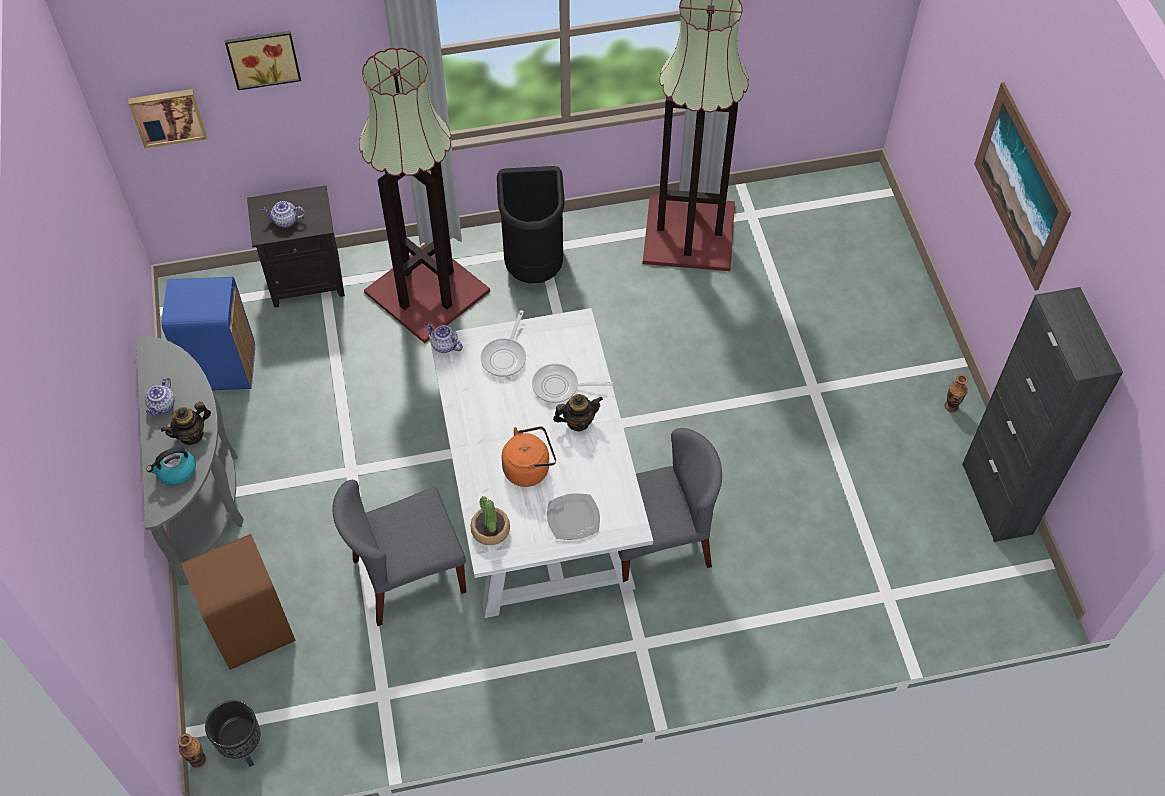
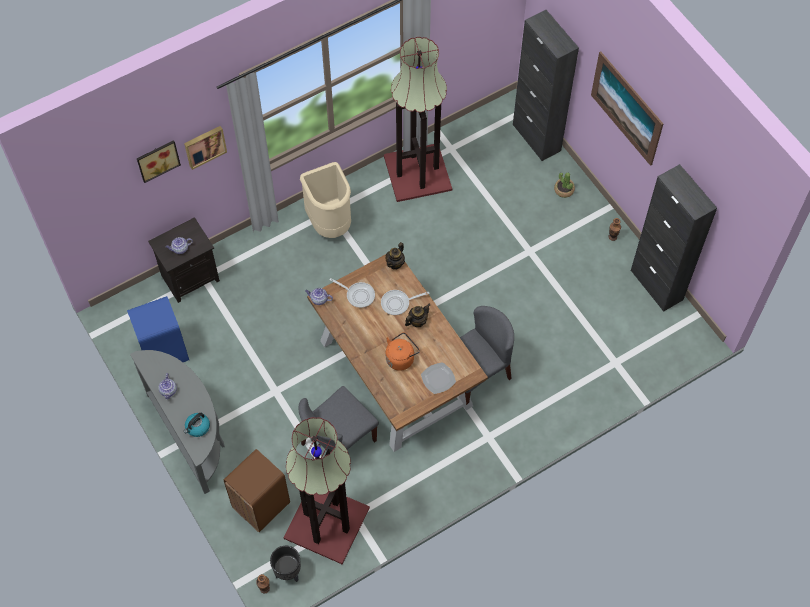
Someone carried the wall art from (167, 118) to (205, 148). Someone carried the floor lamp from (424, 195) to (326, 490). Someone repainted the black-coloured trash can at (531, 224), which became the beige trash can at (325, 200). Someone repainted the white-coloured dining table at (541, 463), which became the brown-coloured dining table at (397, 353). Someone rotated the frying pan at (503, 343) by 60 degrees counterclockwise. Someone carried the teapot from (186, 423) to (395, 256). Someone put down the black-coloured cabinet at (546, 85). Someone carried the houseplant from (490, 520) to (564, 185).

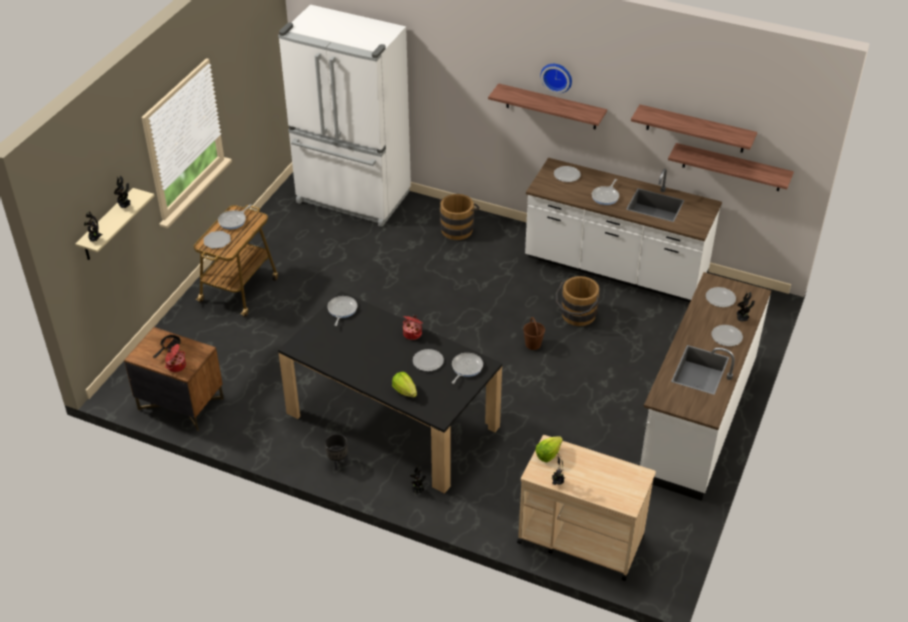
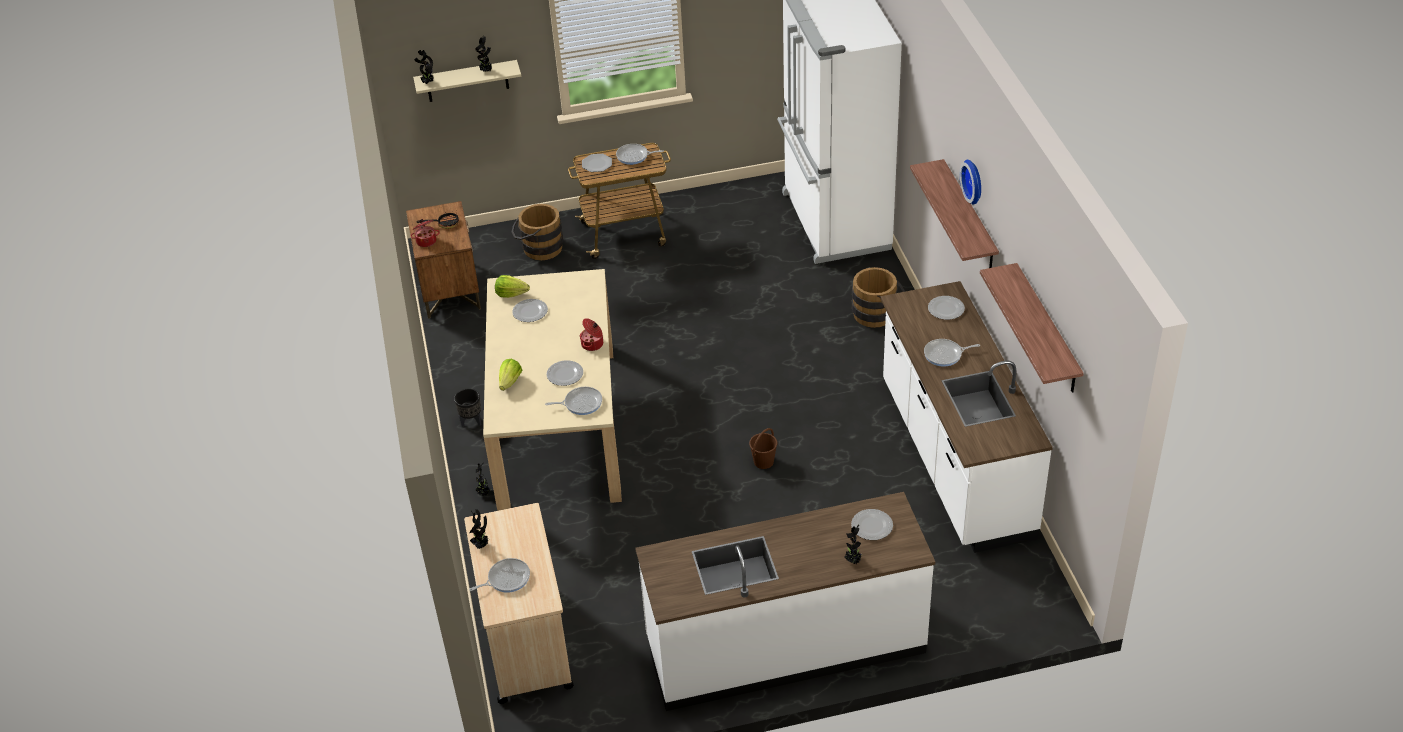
Someone carried the frying pan from (342, 311) to (499, 575). Someone repainted the black-coloured dining table at (390, 392), which became the beige dining table at (552, 390). Someone carried the lettuce head from (549, 449) to (512, 286). Someone carried the brown-coloured water bucket from (578, 301) to (537, 232). Someone carried the dinner plate from (727, 335) to (530, 310). Someone took away the bracket shelf at (731, 167).

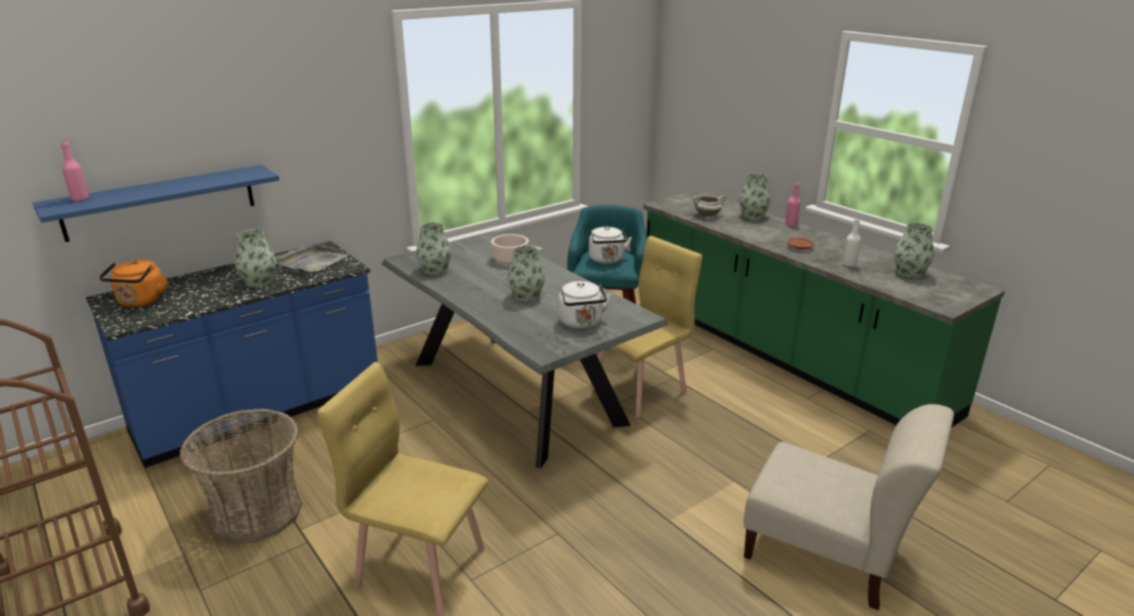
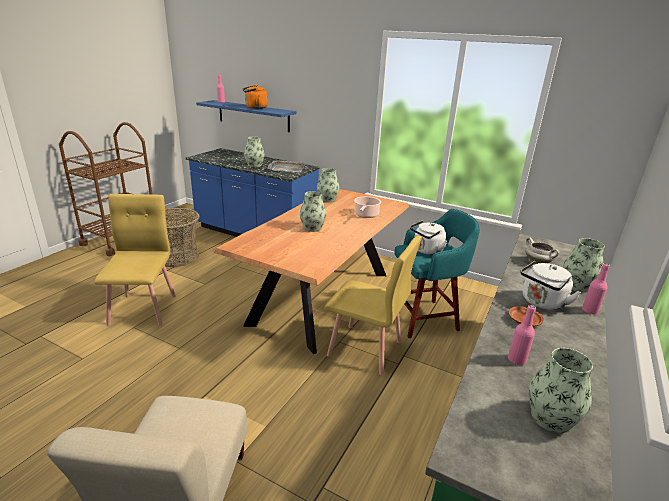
Someone repainted the gray dining table at (525, 350), which became the brown-coloured dining table at (311, 271). Someone carried the orangey tea kettle from (133, 283) to (255, 97). Someone repainted the white-coloured beverage bottle at (851, 242), which became the pink beverage bottle at (522, 335). Someone carried the white-coloured tea kettle from (585, 305) to (550, 285).

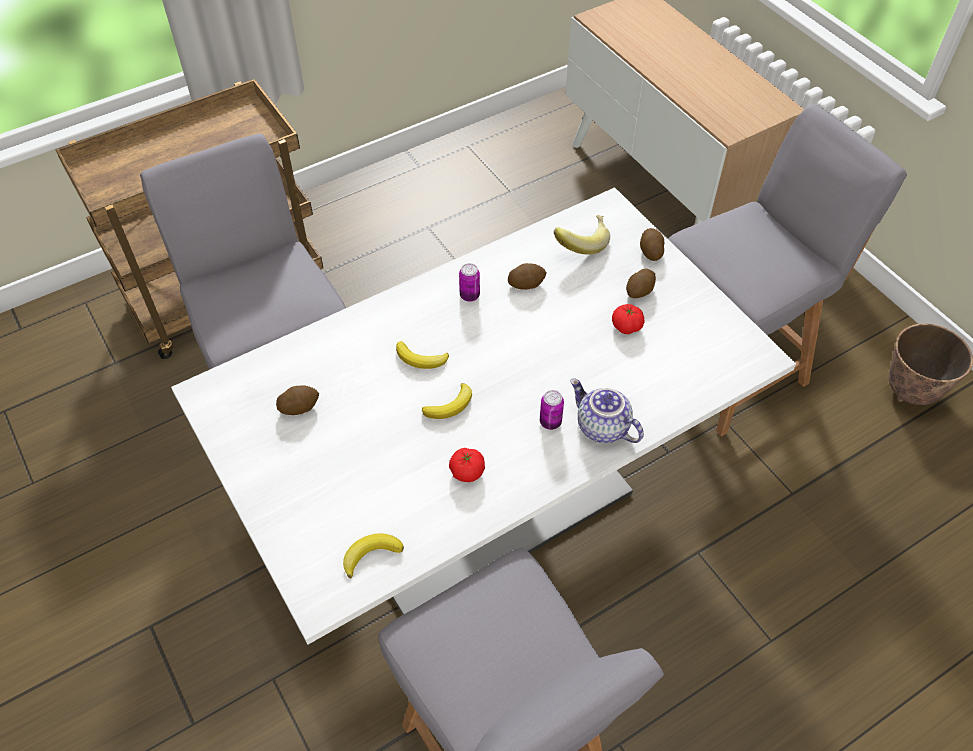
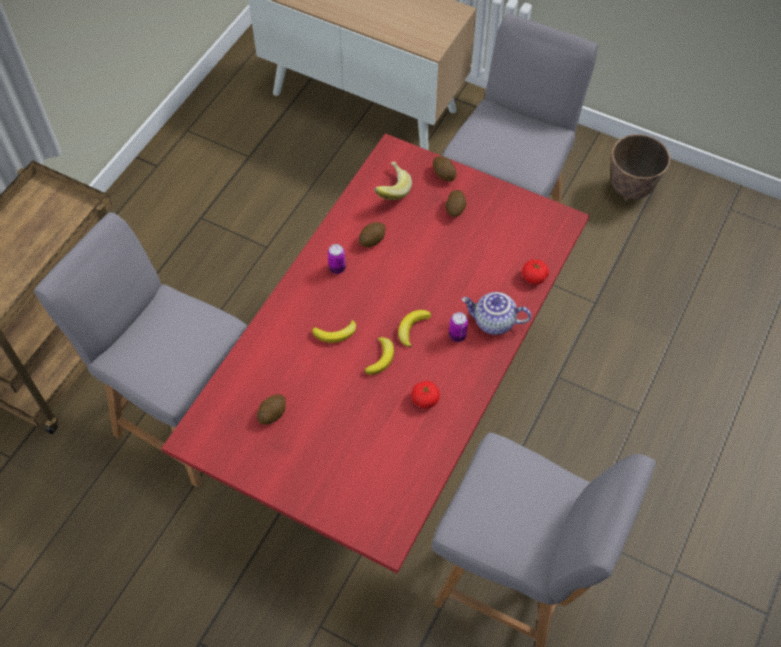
Someone repainted the white-coloured dining table at (483, 416), which became the red-coloured dining table at (375, 353). Someone carried the banana from (373, 555) to (414, 329). Someone carried the whole tomato from (628, 319) to (535, 272).

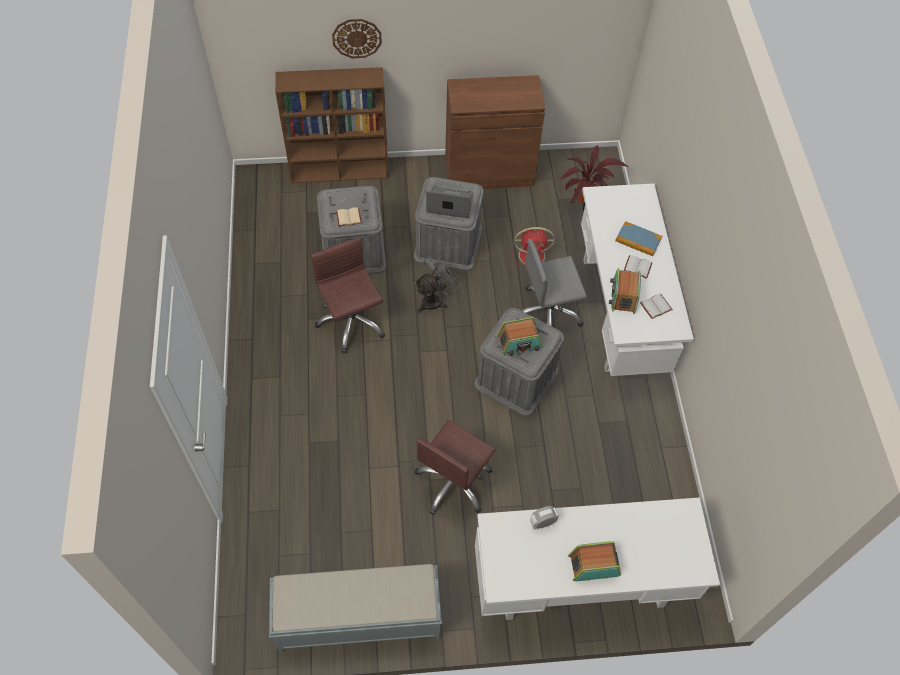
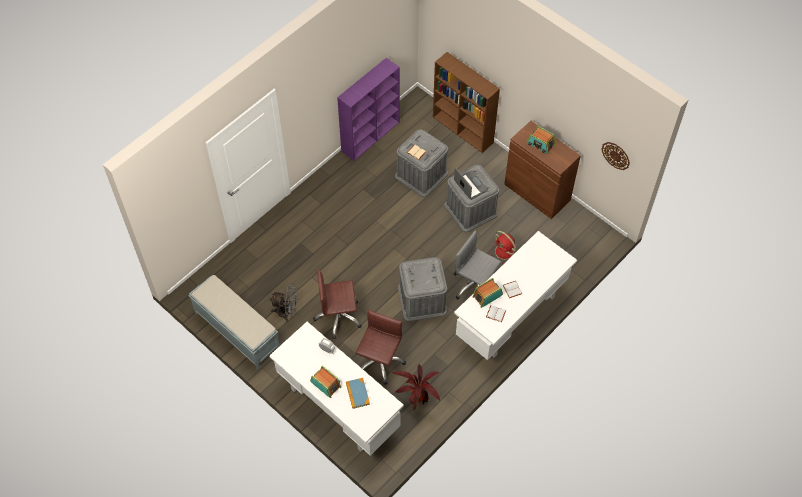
Someone carried the gray electric fan from (437, 283) to (284, 303). Someone put down the purplish shelving unit at (368, 109). Someone carried the volume from (638, 238) to (358, 393). Someone carried the brown-coloured desk chair from (348, 295) to (380, 347). Someone carried the houseplant from (594, 177) to (416, 386). Someone carried the radio from (520, 336) to (540, 140). Someone carried the hanging clock from (357, 38) to (615, 156).

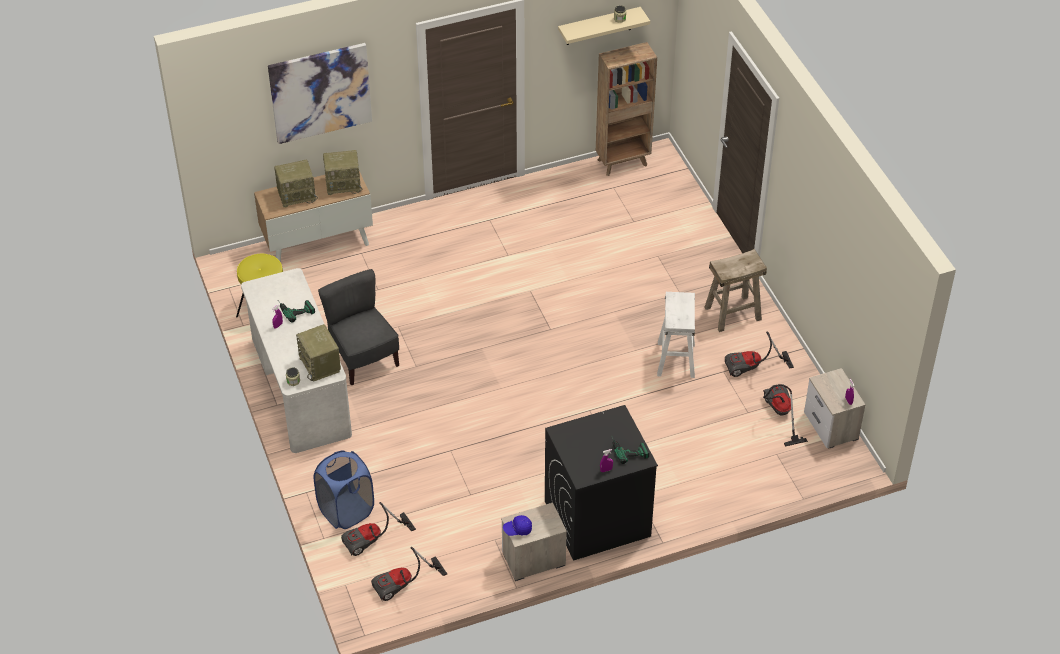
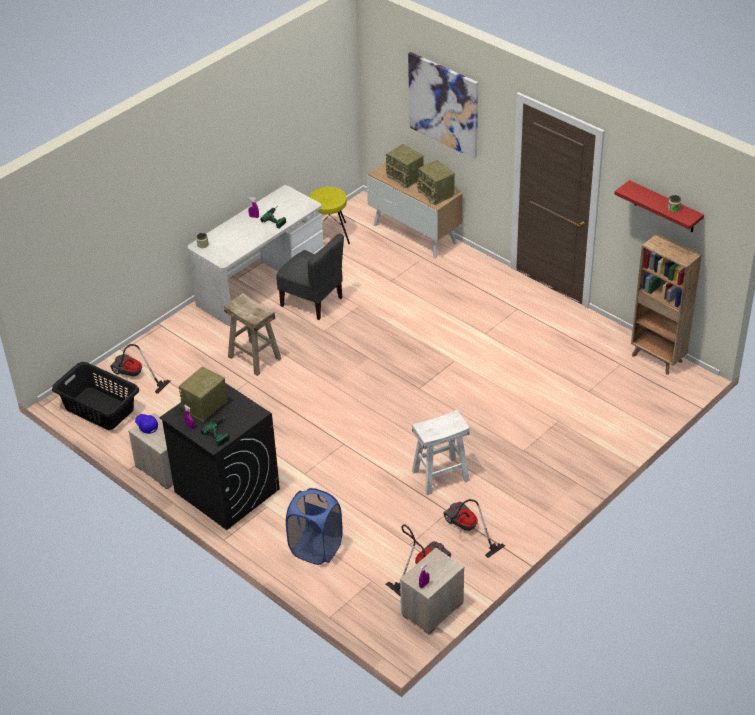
Someone swapped the vacuum at (409, 574) for the black-coloured washing basket at (95, 396). Someone carried the radio from (318, 353) to (203, 394). Someone carried the beige sitting stool from (735, 290) to (252, 334). Someone rotated the gray chair at (358, 327) by 90 degrees clockwise. Someone carried the bluish washing basket from (344, 490) to (314, 526). Someone repainted the beige bracket shelf at (604, 26), which became the red-coloured bracket shelf at (659, 206).

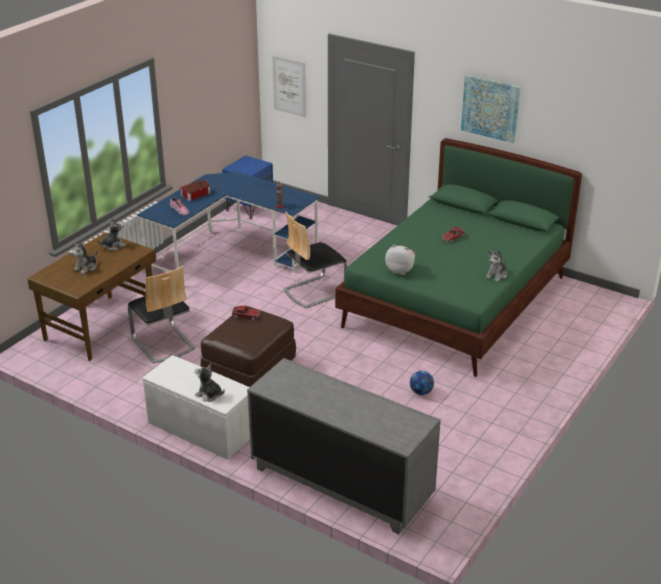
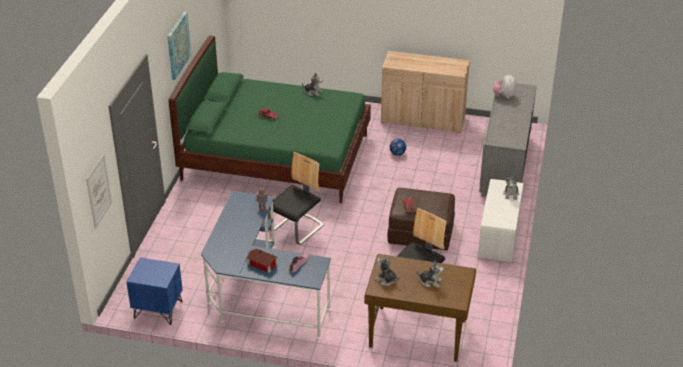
Someone rotated the chair at (315, 260) by 90 degrees counterclockwise. Someone put down the beige cabinet at (425, 92). Someone carried the cuddly toy from (400, 260) to (504, 85).

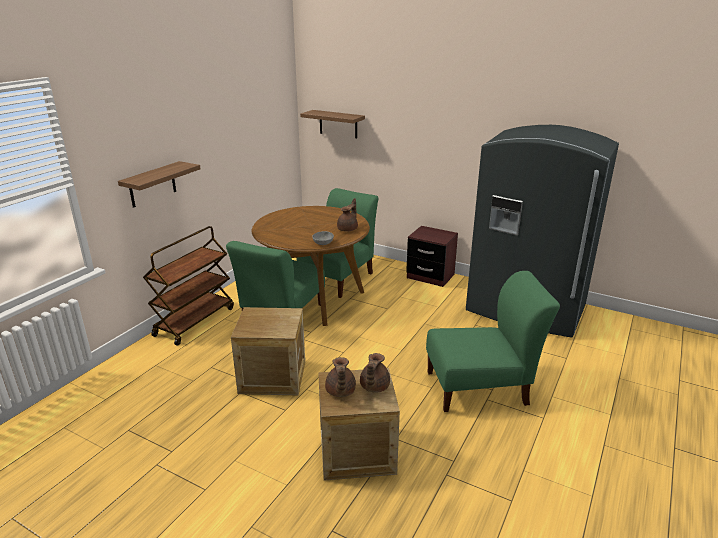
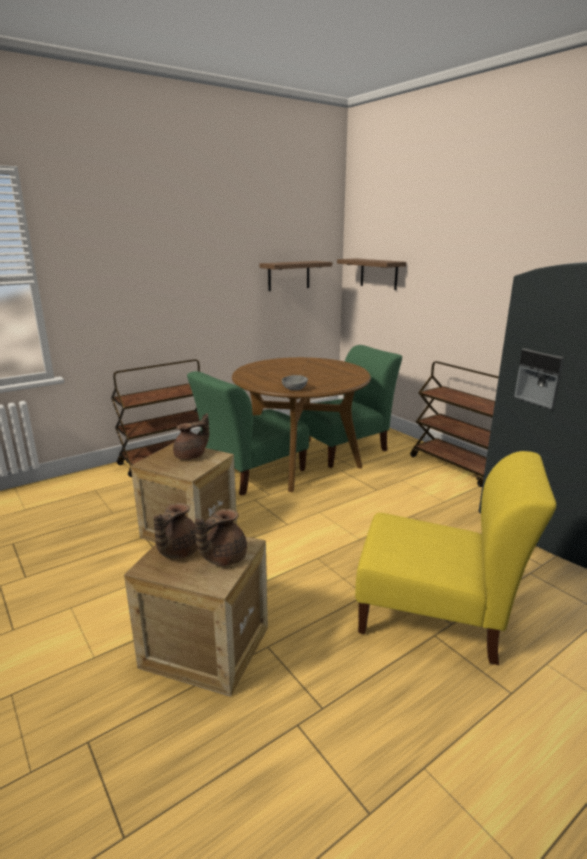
Someone carried the brown-coloured teapot from (347, 214) to (191, 436). Someone carried the bracket shelf from (159, 184) to (295, 276). Someone repainted the green-coloured chair at (493, 341), which became the yellow-coloured chair at (455, 558). Someone swapped the brown-coloured night table at (432, 256) for the brown-coloured wheeled cart at (454, 424).

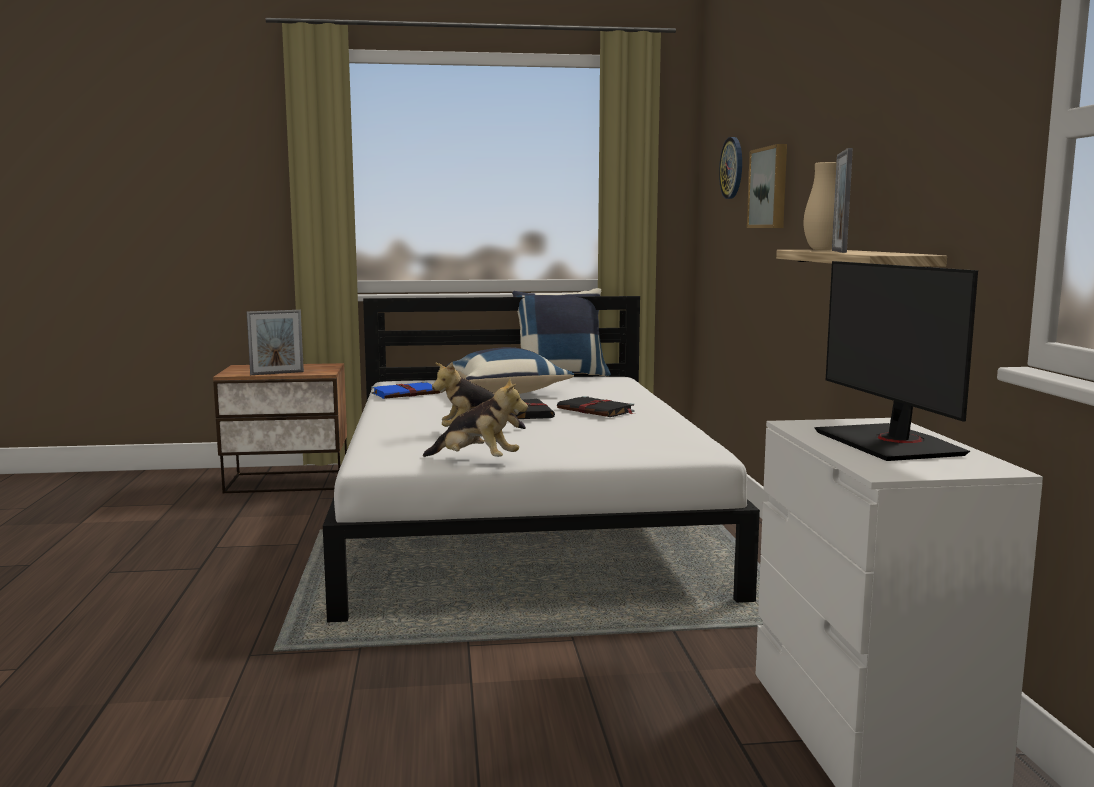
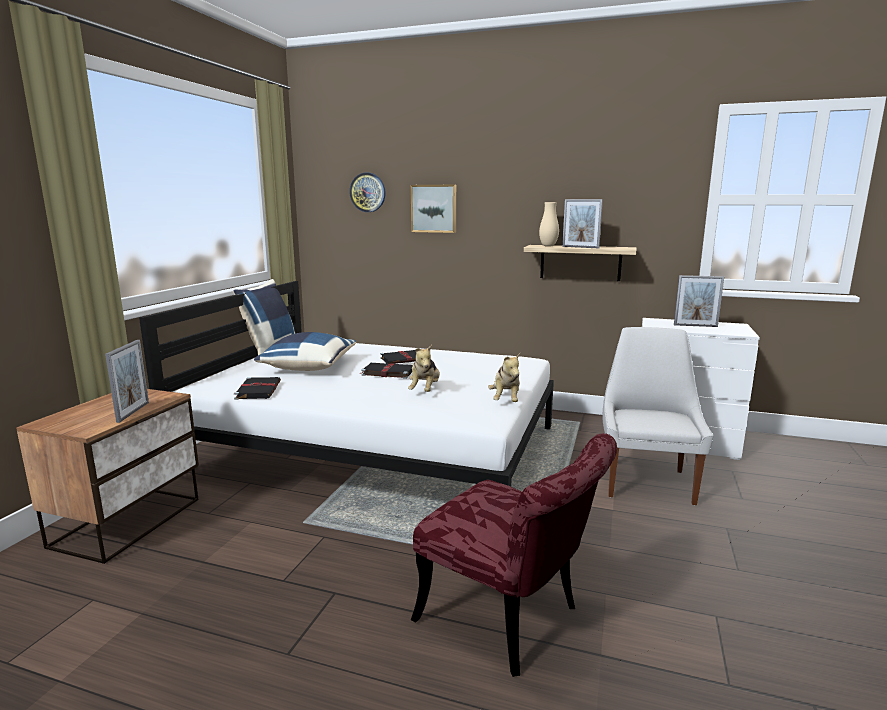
Someone repainted the bluish volume at (405, 390), which became the black-coloured volume at (257, 388). Someone put down the red-coloured chair at (514, 555). Someone rotated the cuddly toy at (475, 417) by 135 degrees clockwise. Someone put down the white-coloured chair at (658, 416). Someone swapped the monitor at (896, 361) for the photo frame at (699, 301).

